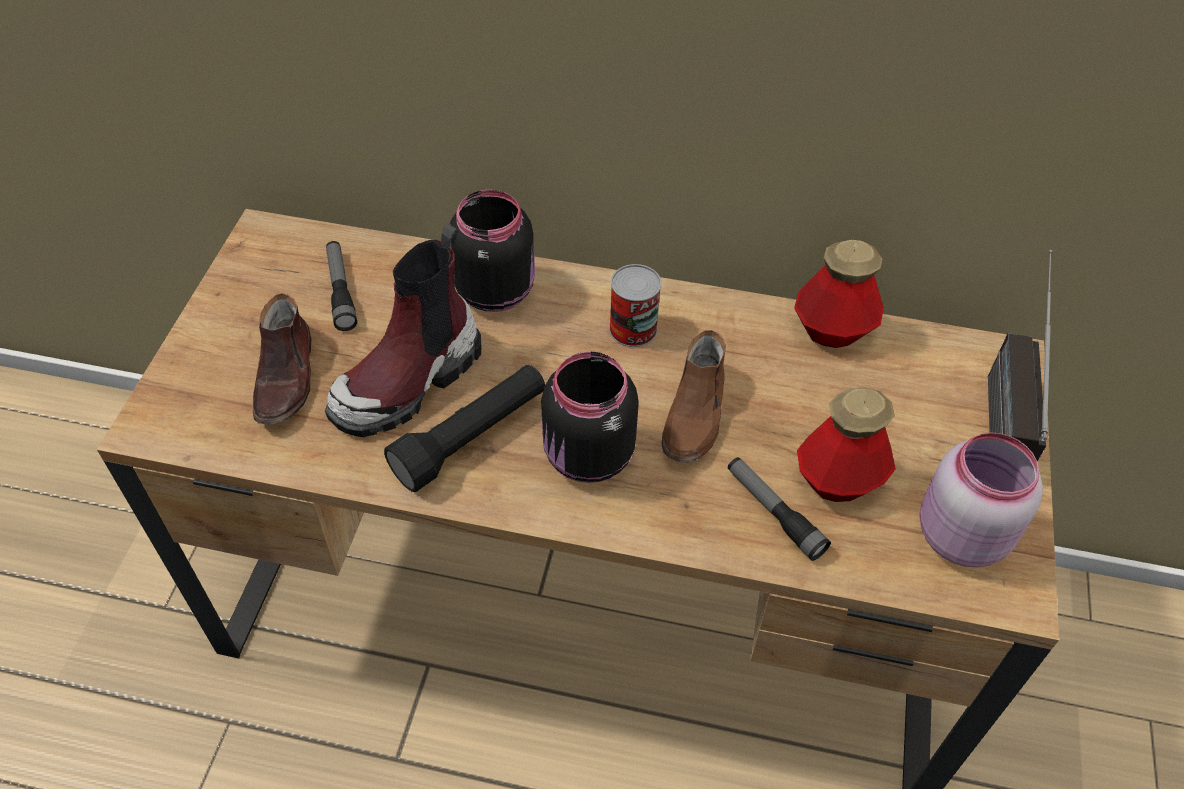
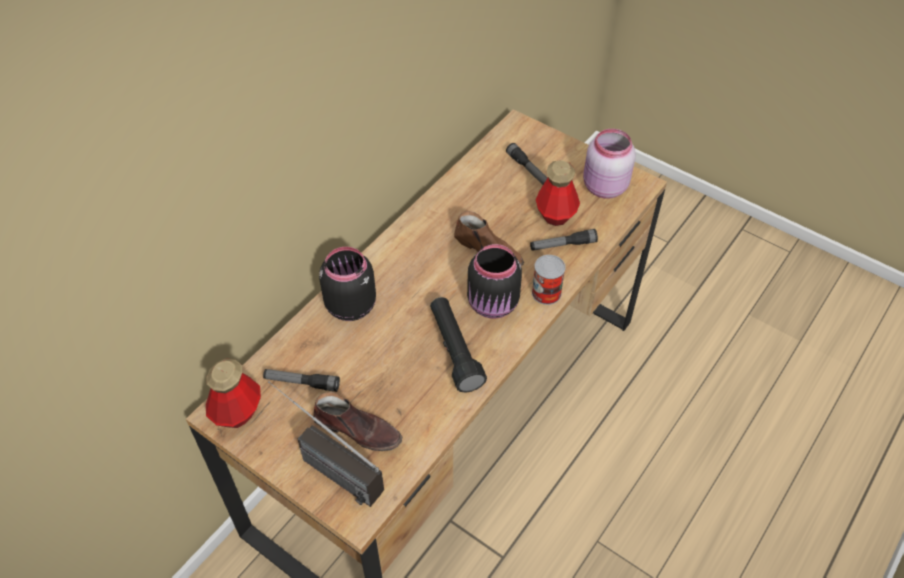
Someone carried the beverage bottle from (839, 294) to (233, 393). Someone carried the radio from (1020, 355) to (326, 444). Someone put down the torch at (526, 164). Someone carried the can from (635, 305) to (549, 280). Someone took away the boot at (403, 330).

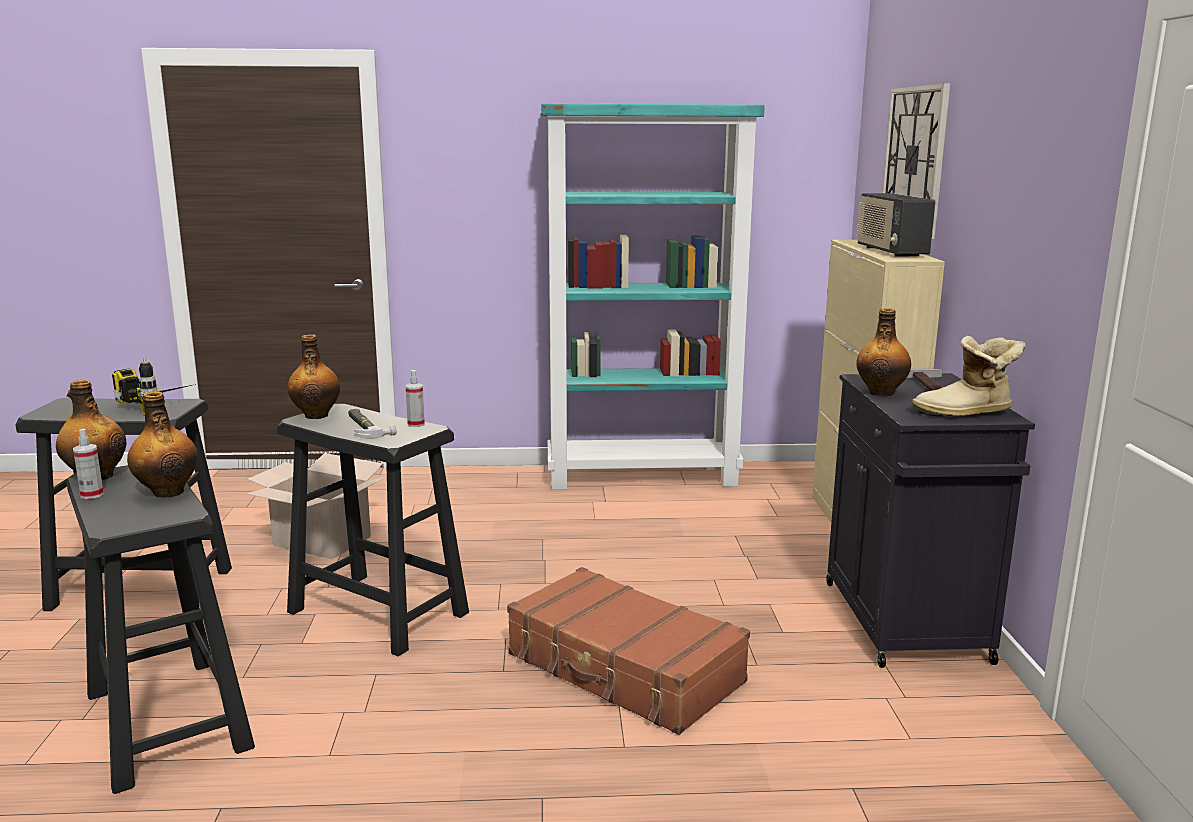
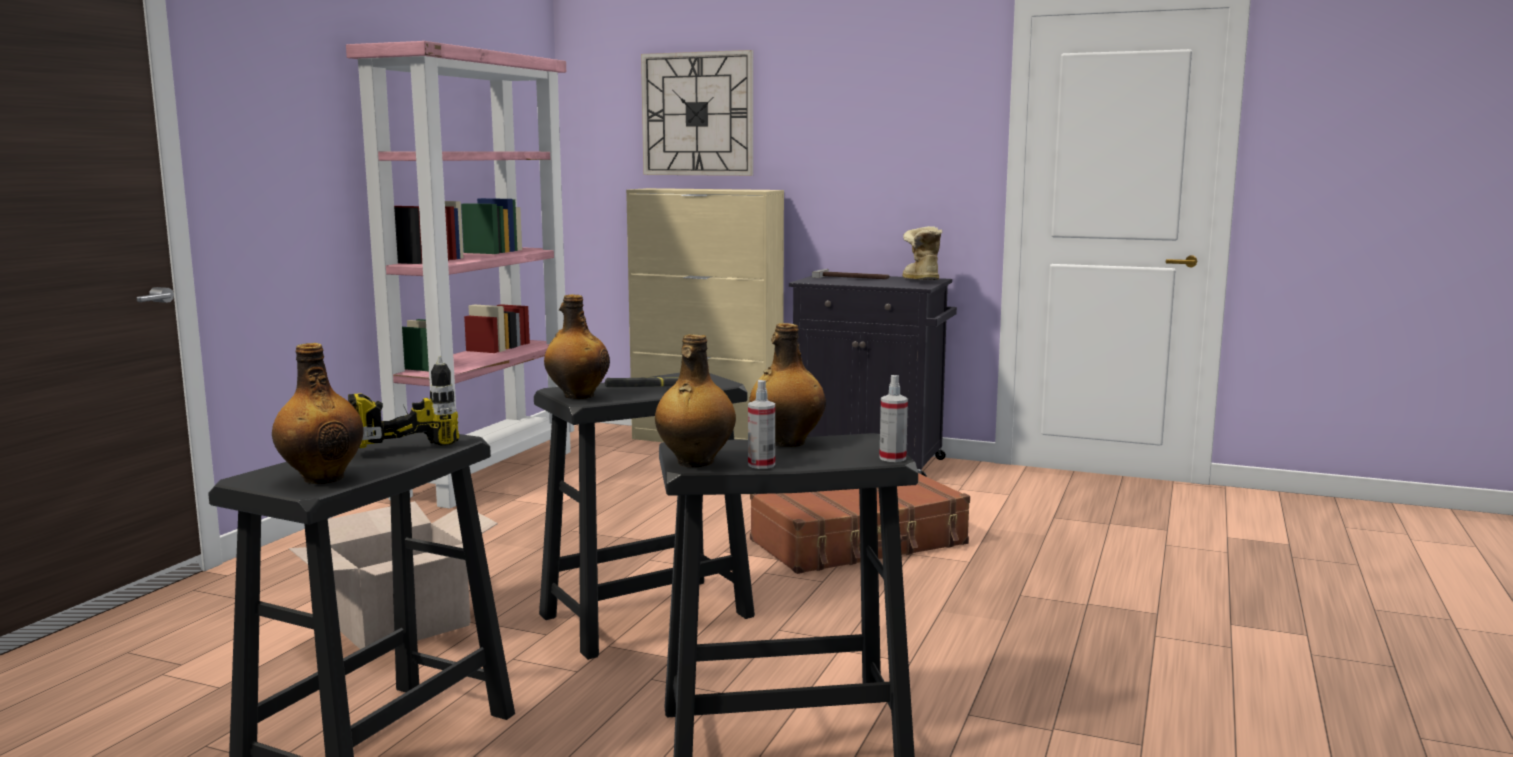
Someone carried the beverage bottle from (883, 352) to (317, 413). Someone repainted the blue-green shelving unit at (653, 296), which became the pink shelving unit at (460, 275). Someone carried the hand sprayer from (415, 398) to (893, 418). Someone rotated the boot at (969, 376) by 150 degrees clockwise. Someone took away the radio at (896, 225).

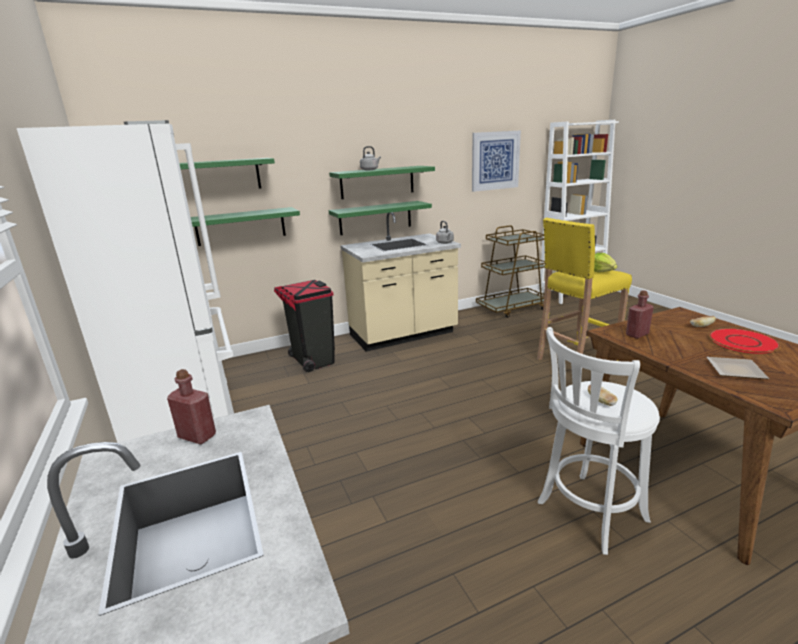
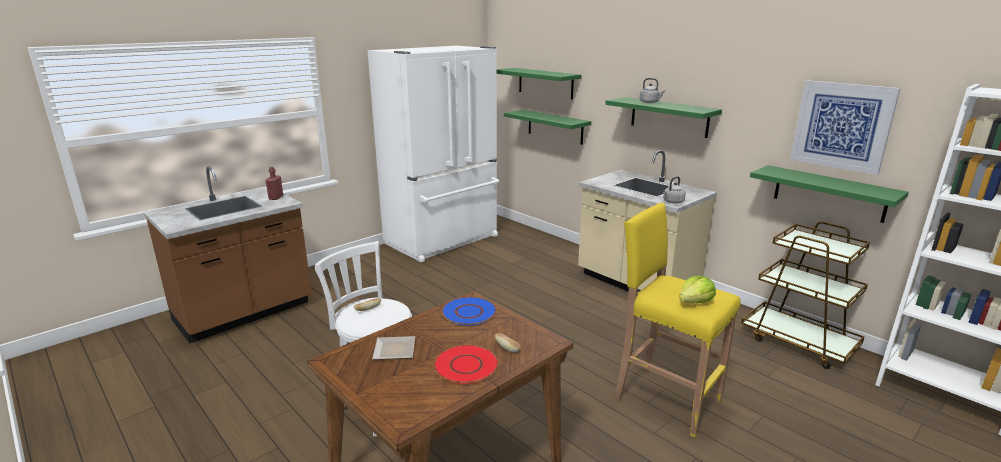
Someone swapped the red-coloured beverage bottle at (640, 314) for the bluish dinner plate at (469, 311). Someone carried the green-coloured bracket shelf from (380, 218) to (829, 194). Someone took away the black-coloured trash can at (304, 326).

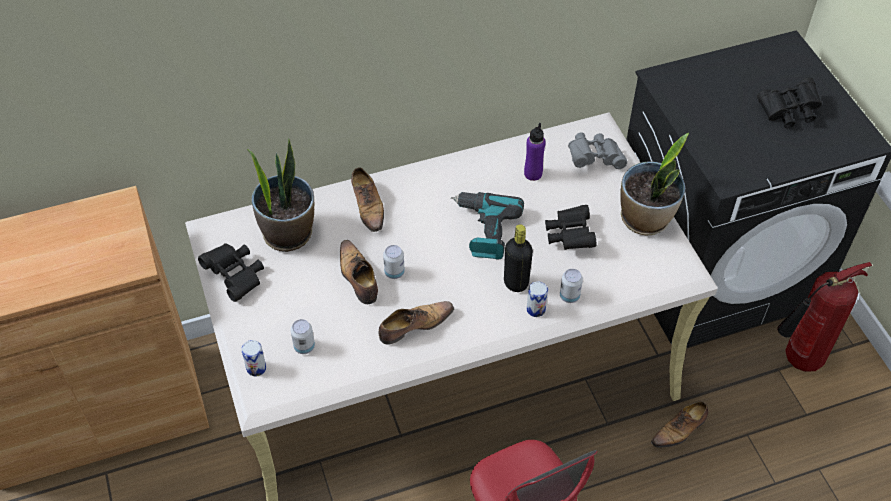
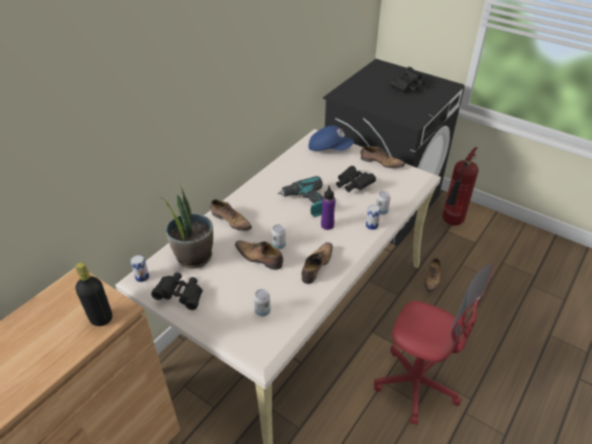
Someone carried the black-coloured beverage bottle from (518, 258) to (93, 294). Someone carried the can from (253, 358) to (139, 268). Someone swapped the gray binoculars at (597, 150) for the bluish peaked cap at (331, 138). Someone carried the purplish beverage bottle from (535, 152) to (328, 207). Someone swapped the houseplant at (654, 184) for the low shoe at (383, 157).

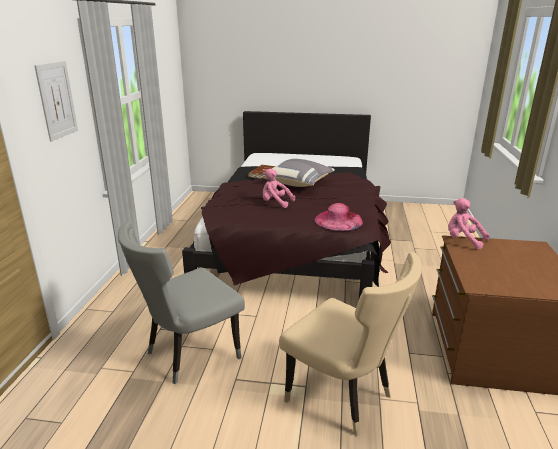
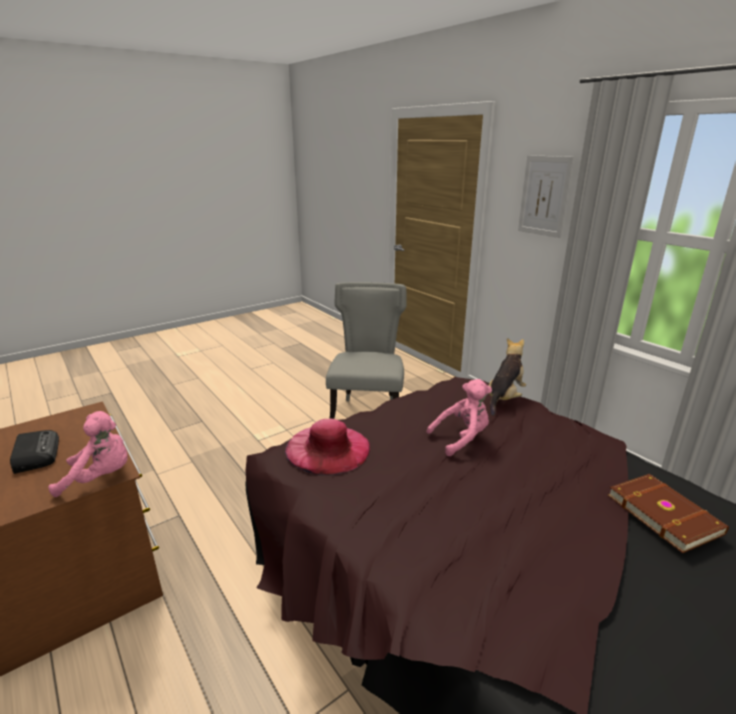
Someone put down the radio at (34, 452). Someone put down the cuddly toy at (507, 377). Someone took away the gray cushion at (298, 173). Someone took away the beige chair at (350, 344).

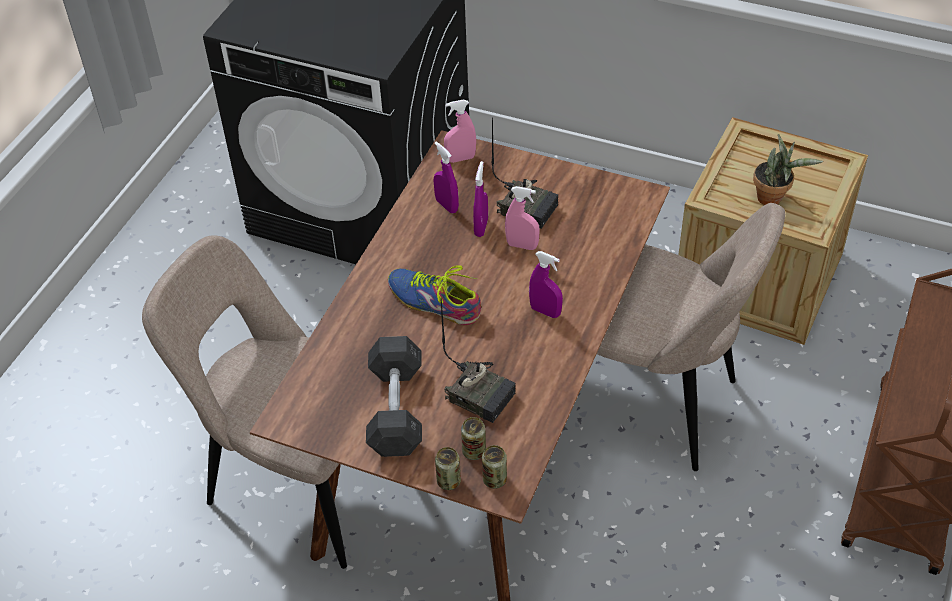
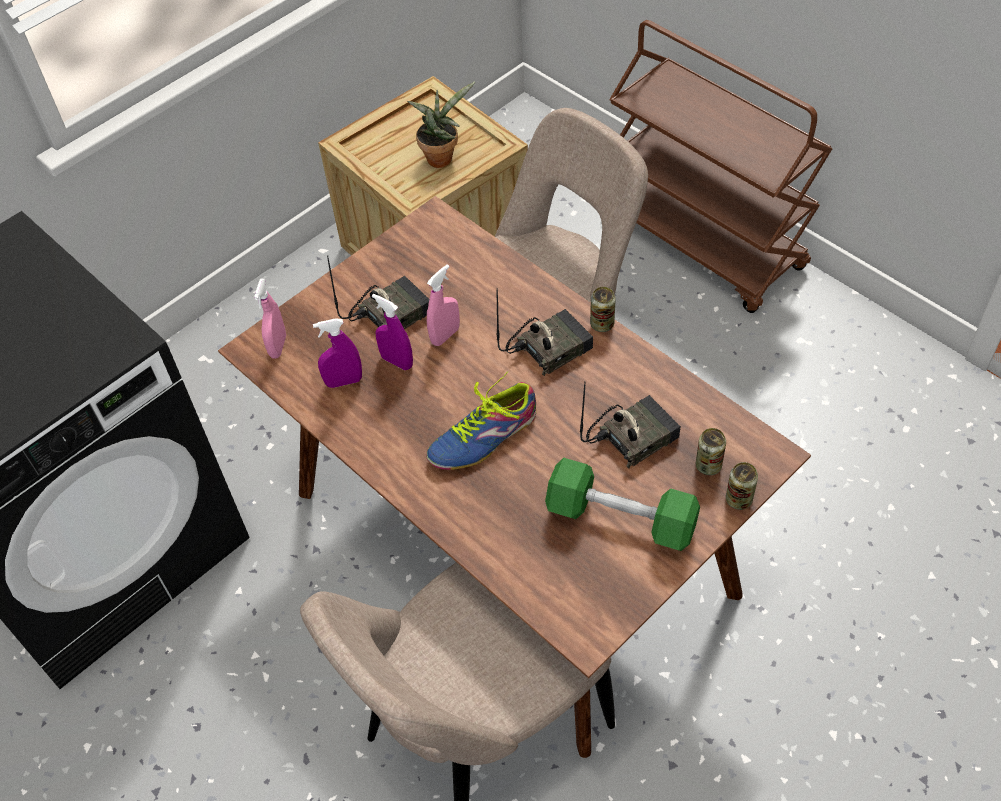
Someone swapped the purplish hand sprayer at (546, 284) for the radio at (545, 332). Someone repainted the gray hand weight at (394, 396), which became the green-coloured hand weight at (622, 504). Someone carried the can from (494, 467) to (603, 309).

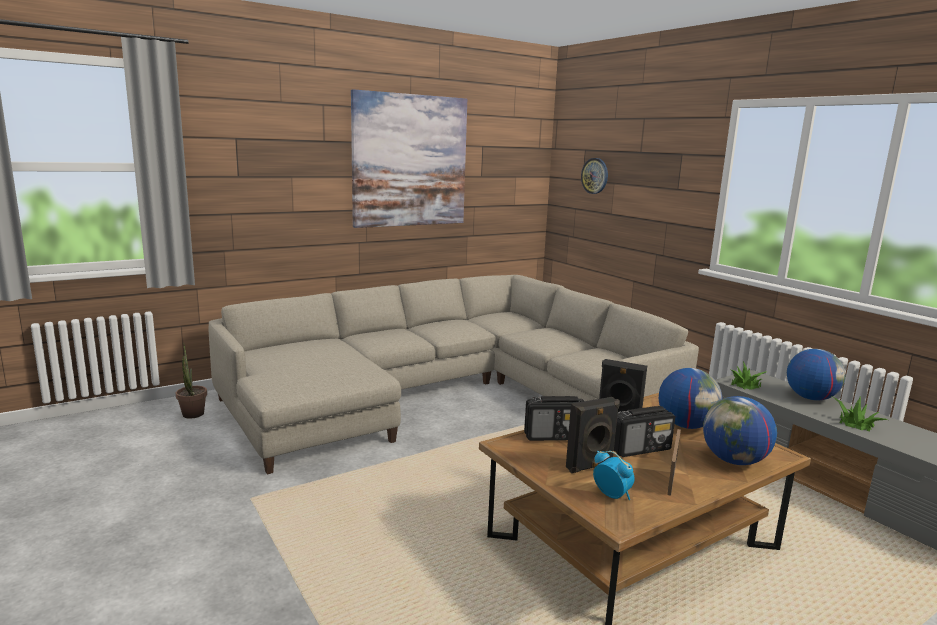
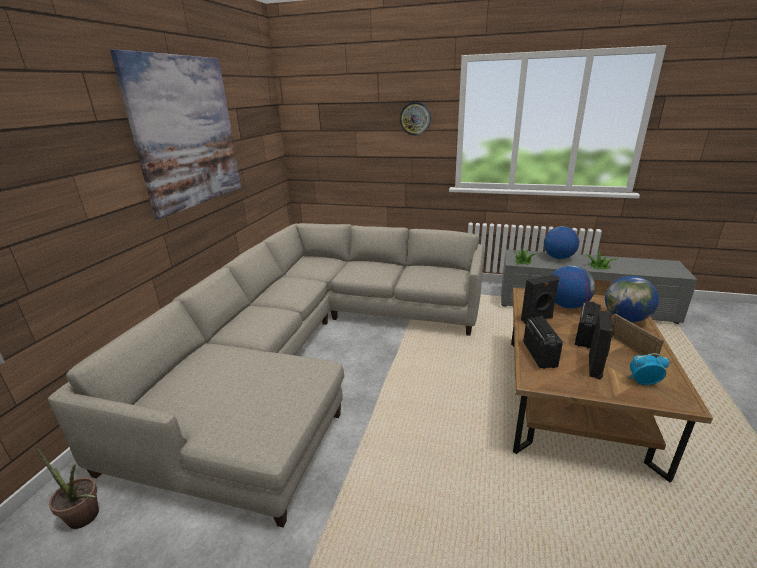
Someone carried the hanging clock from (594, 176) to (415, 119). Someone rotated the radio at (554, 418) by 45 degrees counterclockwise.

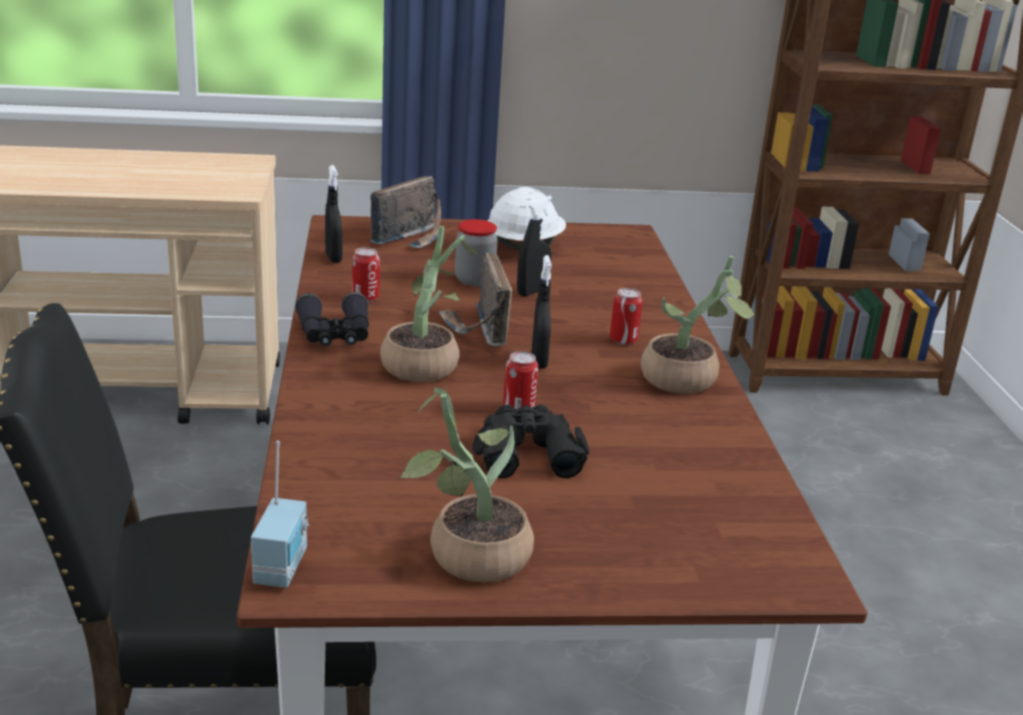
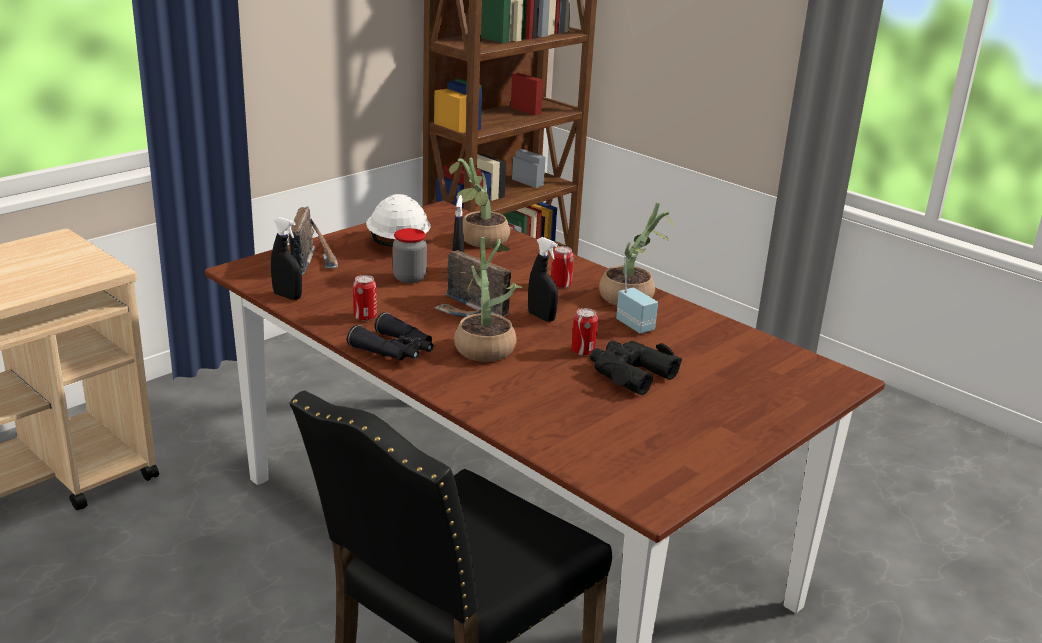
Someone carried the houseplant from (466, 484) to (479, 202). Someone carried the radio from (280, 514) to (637, 295).

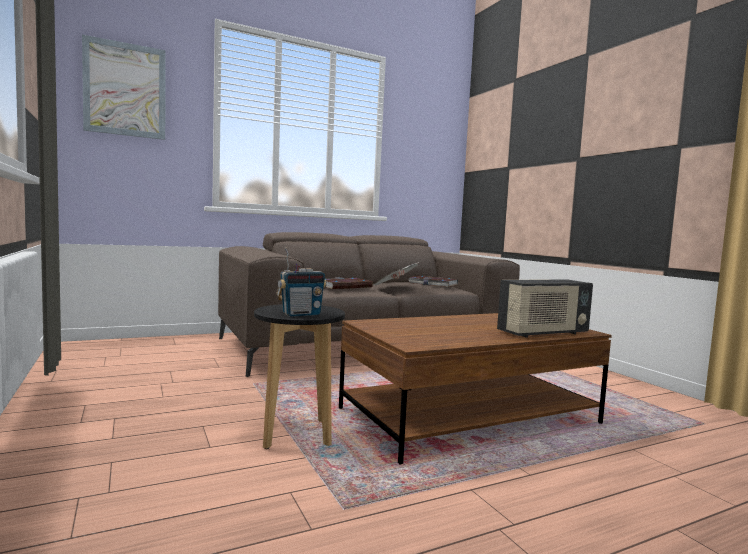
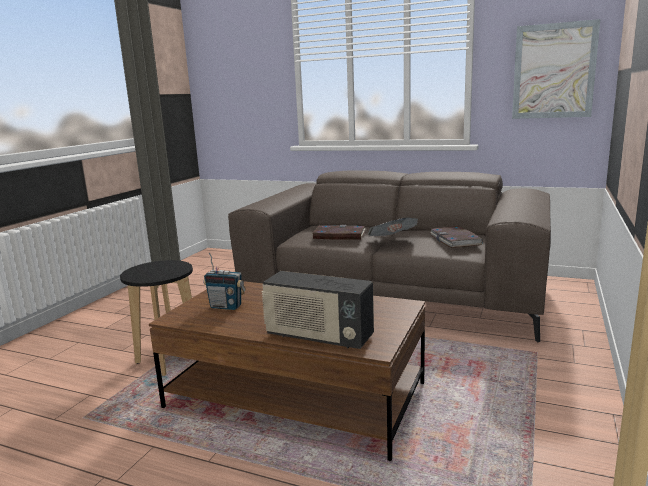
Someone carried the radio from (302, 282) to (224, 281). Someone carried the wall art from (124, 87) to (556, 69).

